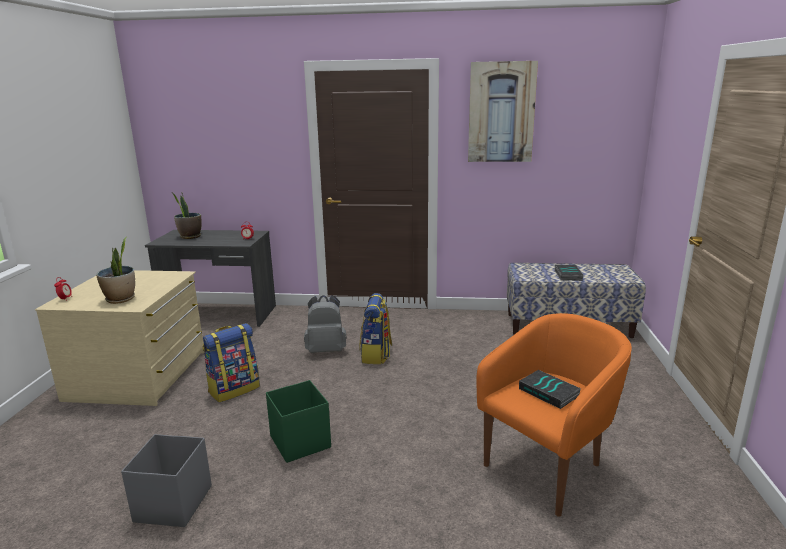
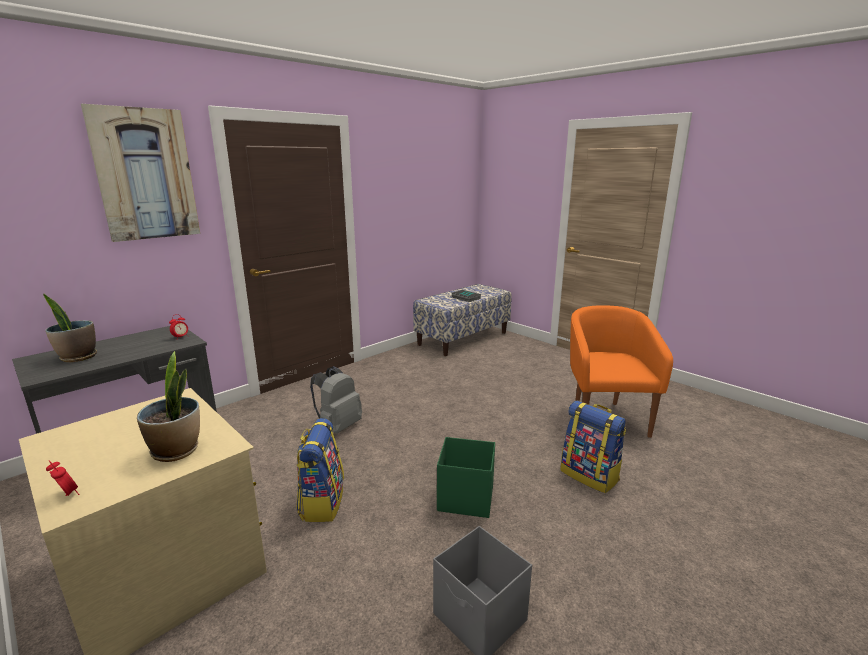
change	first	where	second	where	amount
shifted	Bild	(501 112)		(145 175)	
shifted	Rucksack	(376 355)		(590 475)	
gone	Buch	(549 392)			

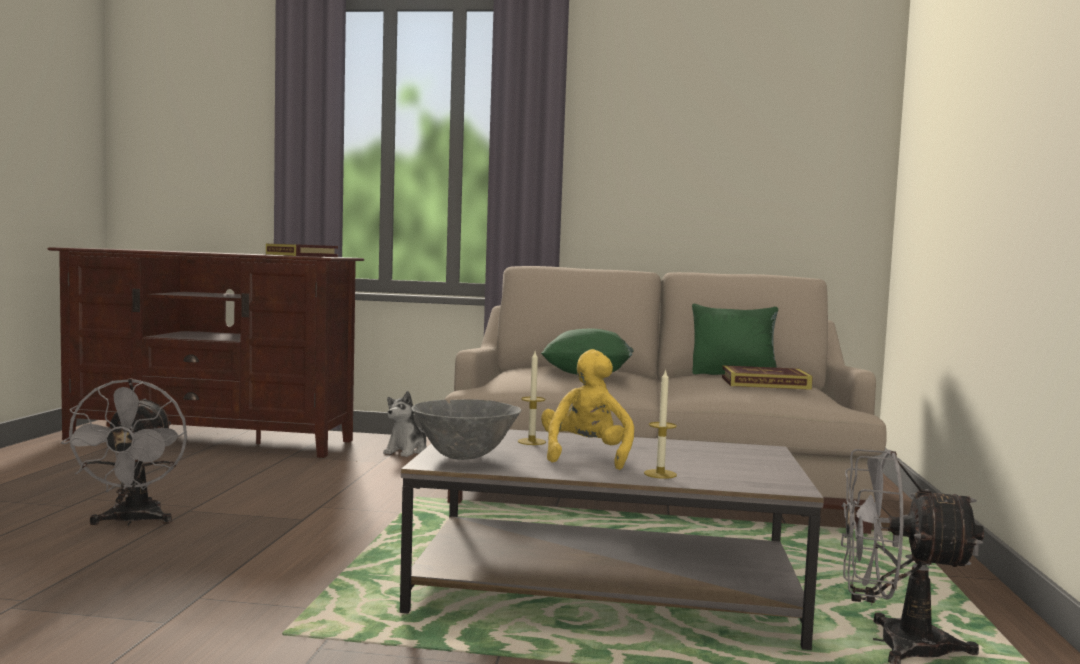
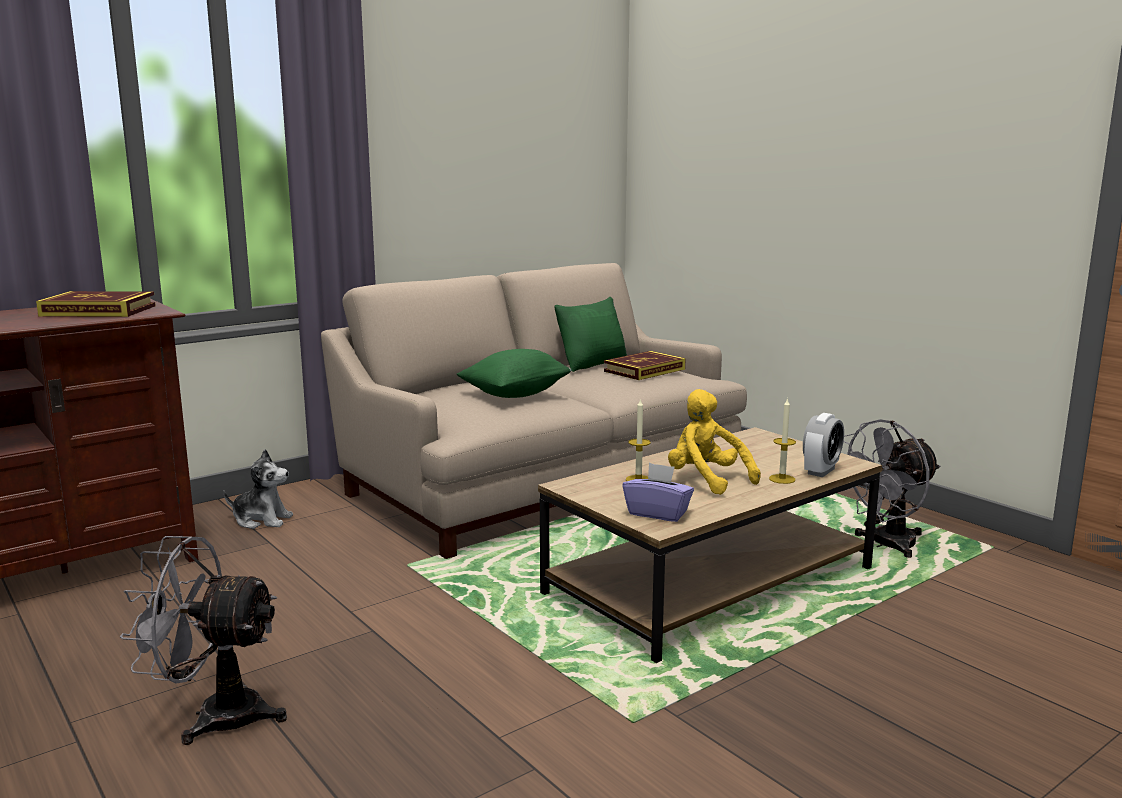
change	first	where	second	where	amount
rotated	Ventilator (grau)	(132 521)		(214 715)	150 degrees clockwise
rotated	Plüschtier	(407 451)		(262 520)	60 degrees counterclockwise
swapped	Schüssel (grau)	(464 458)	Taschentuchbox (lila)	(658 513)	
repainted	Couchtisch (grau)	(608 590)	Couchtisch (braun)	(711 580)	
new			Wecker	(821 471)	

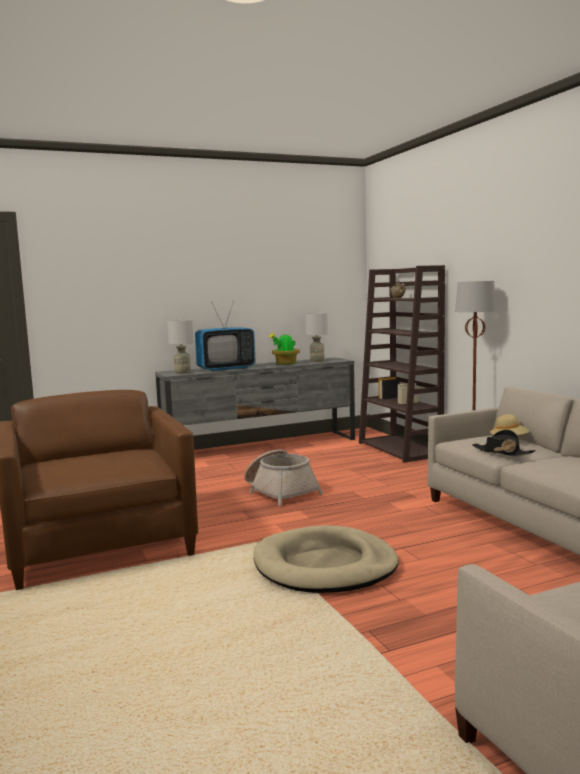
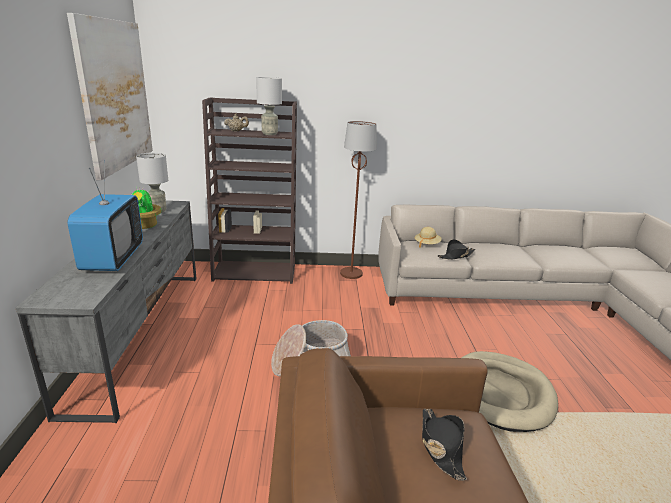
change	first	where	second	where	amount
shifted	Tischlampe (grau)	(182 372)		(269 134)	
new			Bild	(115 95)	
new			Hut (schwarz)	(440 446)	

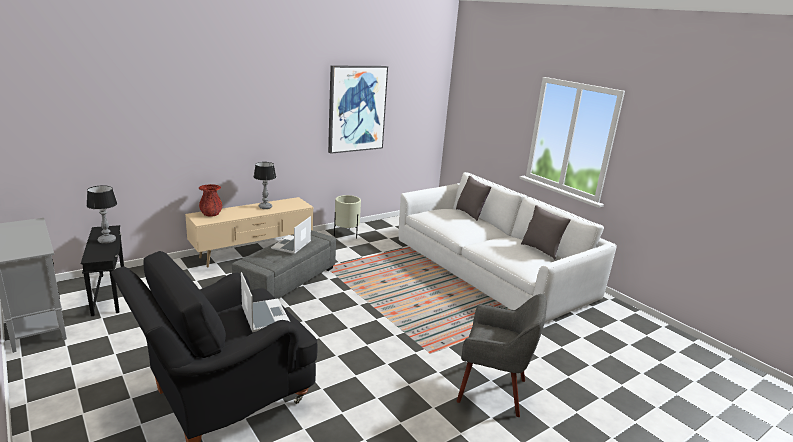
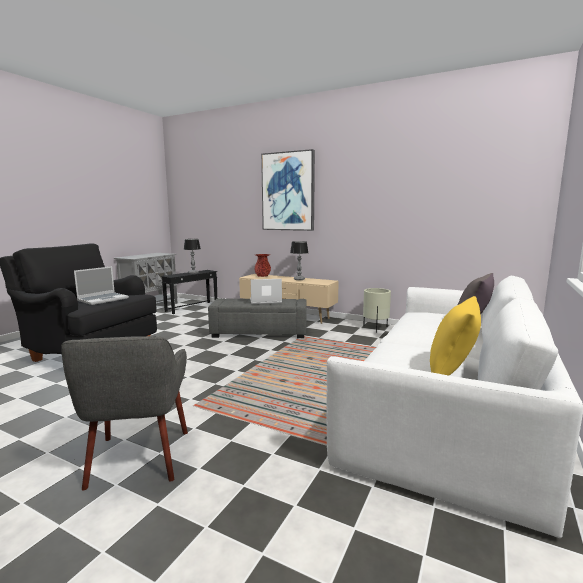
change	first	where	second	where	amount
shifted	Bild	(356 108)		(288 191)	
repainted	Kissen (grau)	(541 250)	Kissen (gelb)	(452 372)	

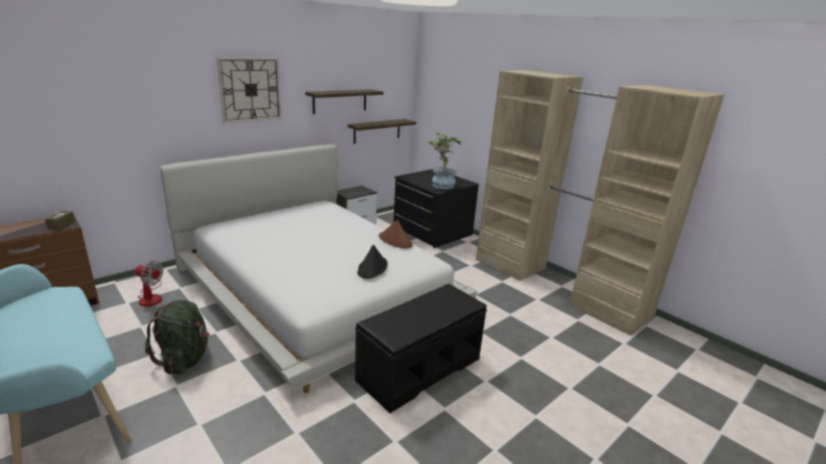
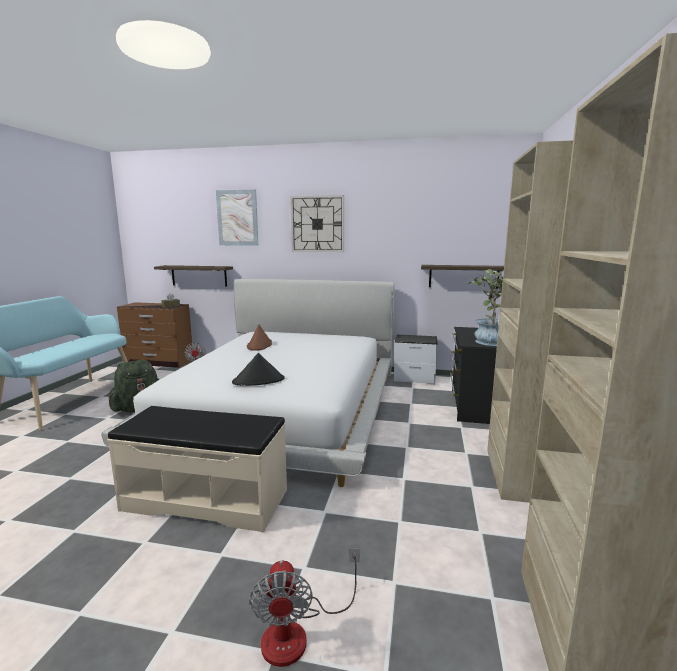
change	first	where	second	where	amount
shifted	Wandregal	(340 101)		(199 275)	
shifted	Hut (braun)	(395 241)		(259 345)	
repainted	Bank (schwarz)	(419 369)	Bank (beige)	(206 499)	
new			Bild	(237 218)	
new			Ventilator	(298 632)	

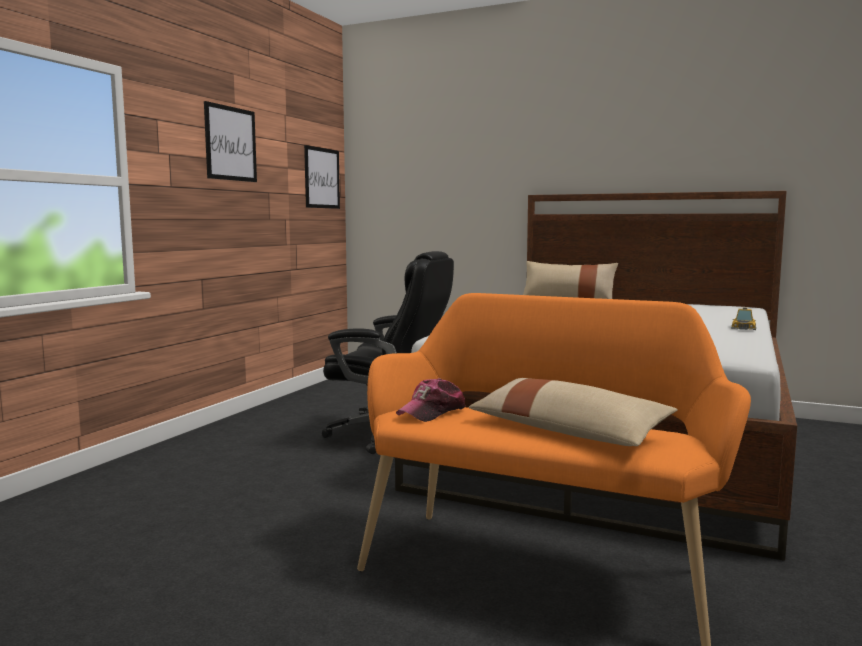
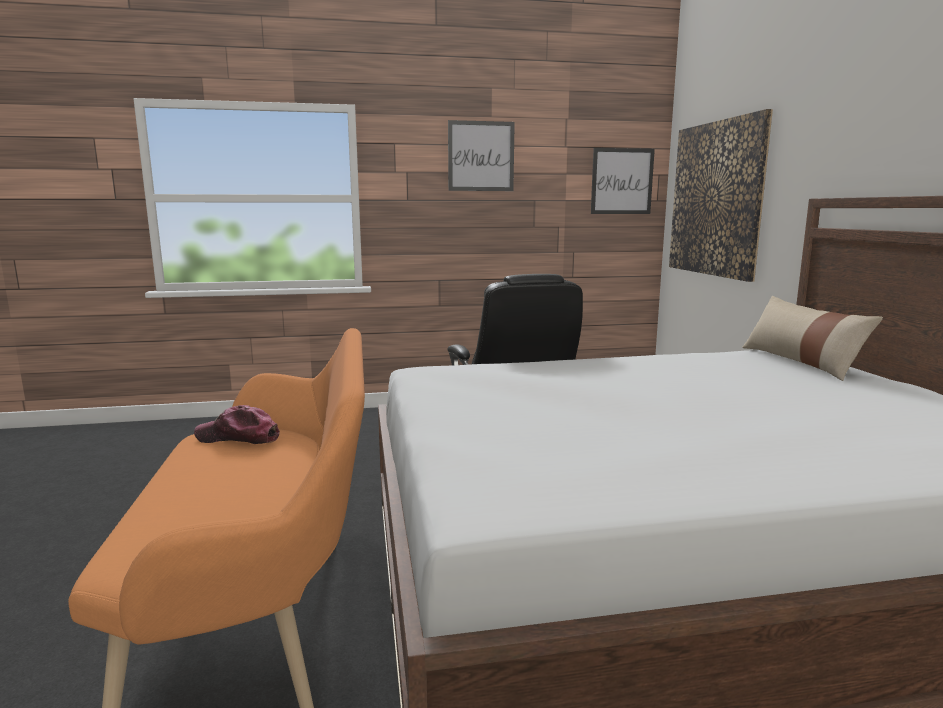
change	first	where	second	where	amount
gone	Spielzeugauto	(743 327)			
gone	Kissen (beige)	(568 430)			
new			Bild	(716 199)	

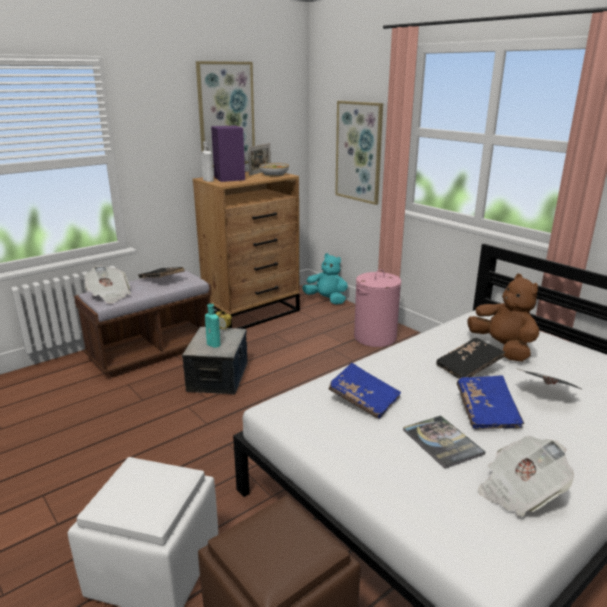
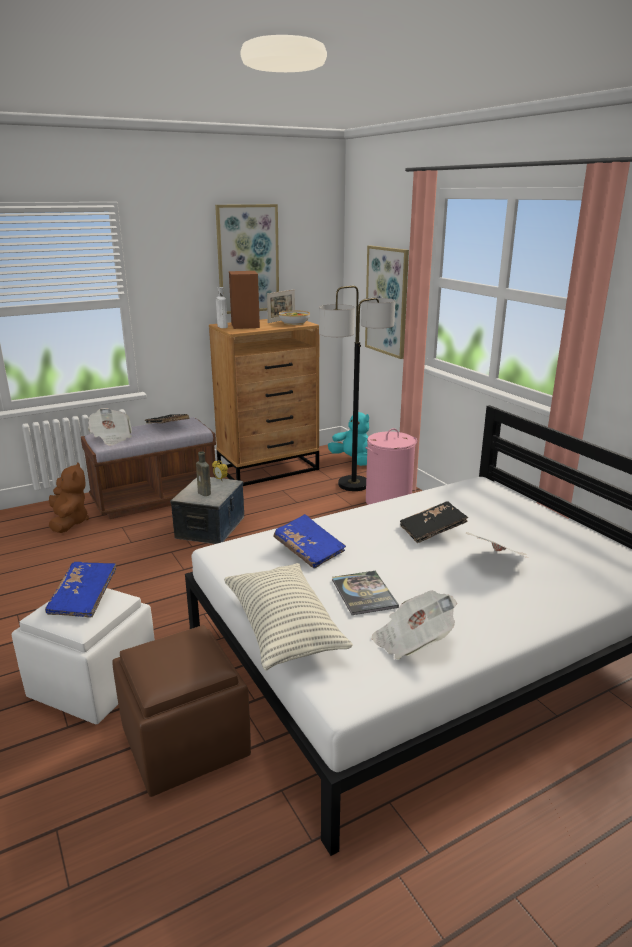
change	first	where	second	where	amount
repainted	Lautsprecher (lila)	(229 178)	Lautsprecher (braun)	(245 325)	
shifted	Plüschtier (braun)	(502 348)		(69 522)	
repainted	Flasche (türkis)	(214 344)	Flasche (braun)	(205 493)	
shifted	Buch (blau)	(487 412)		(84 599)	
new			Stehlampe	(354 484)	
new			Kissen	(283 629)	

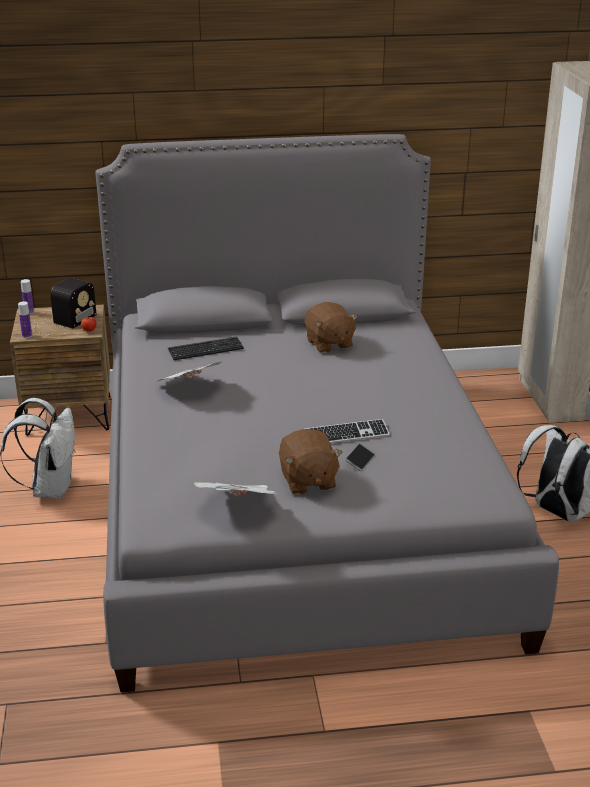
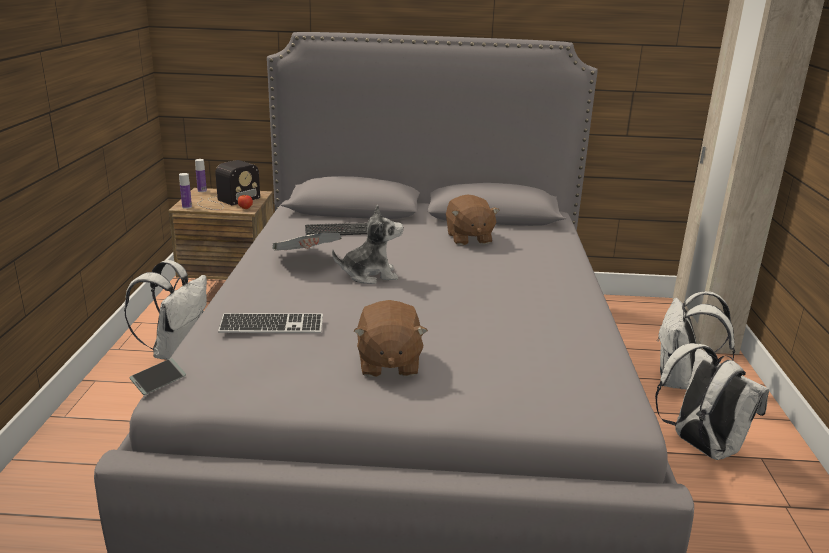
change	first	where	second	where	amount
shifted	Tastatur	(346 434)		(271 326)	
shifted	Handy	(360 460)		(158 381)	
gone	Zeitung	(239 506)			
new			Plüschtier	(370 275)	
new			Rucksack (weiß)	(680 382)	

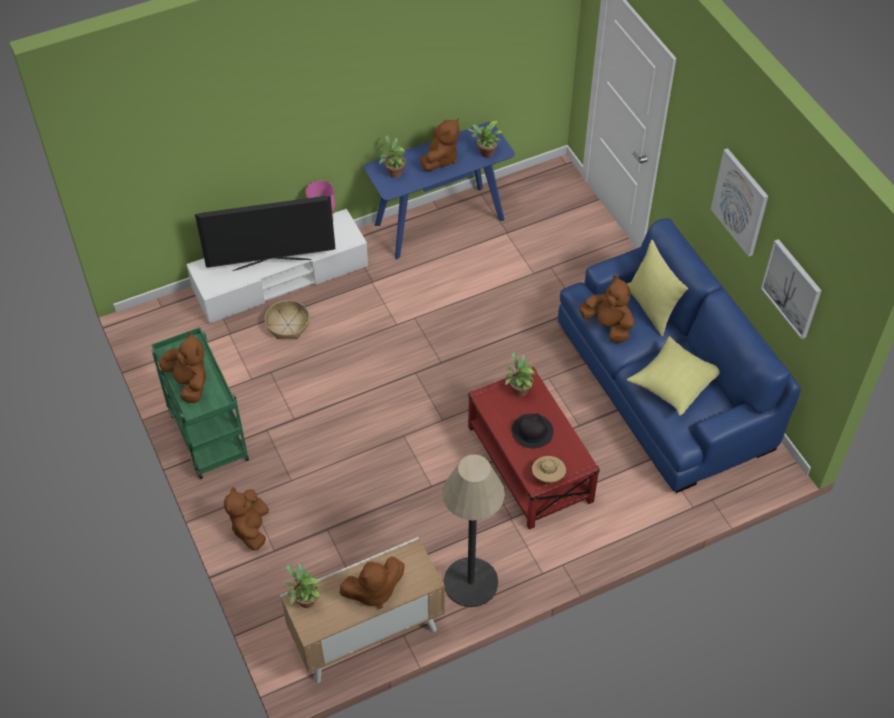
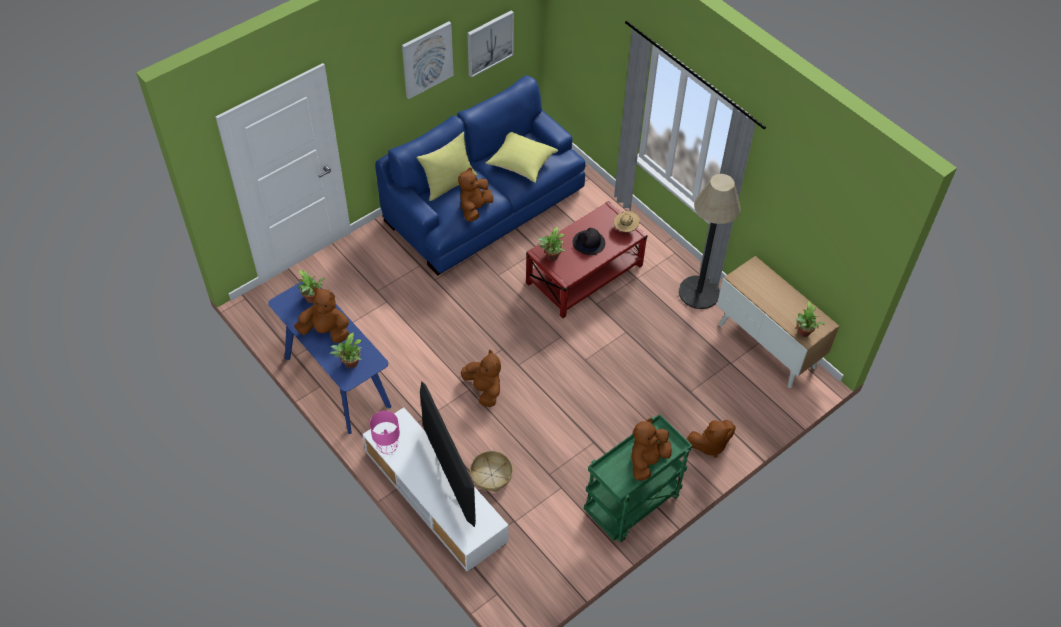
change	first	where	second	where	amount
shifted	Plüschtier (braun)	(373 591)		(484 389)	

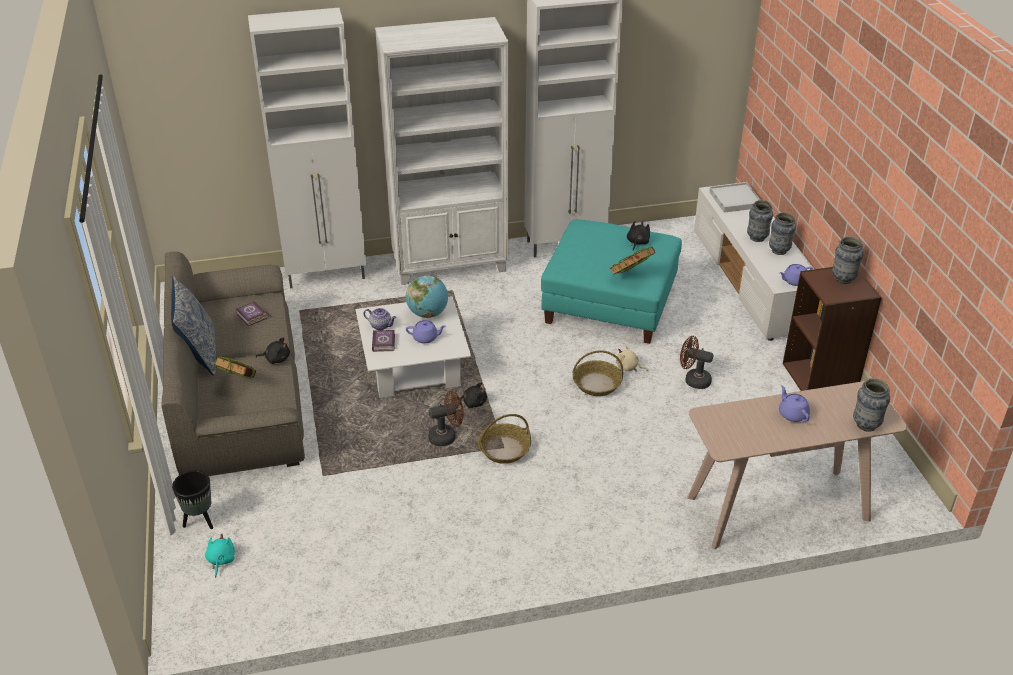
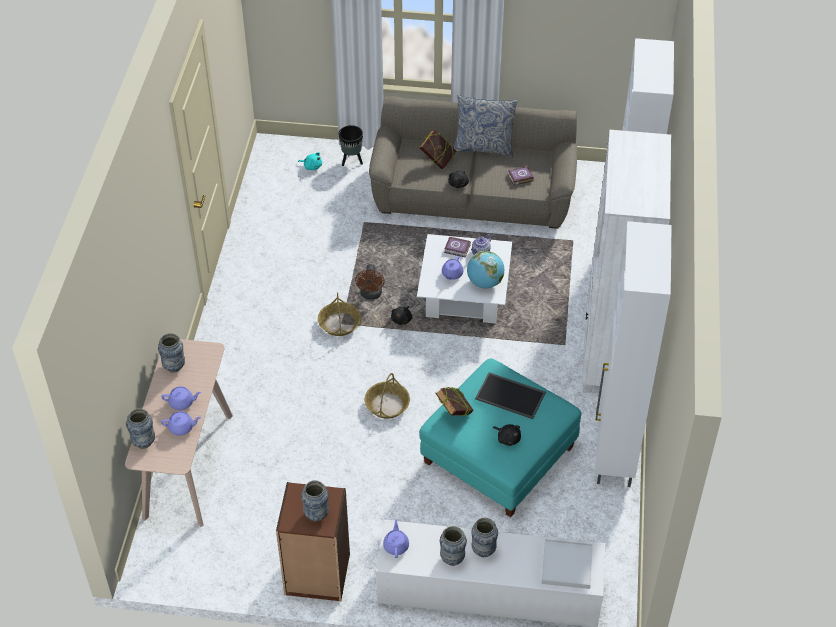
change	first	where	second	where	amount
gone	Ventilator (braun)	(693 380)			
gone	Plüschtier (beige)	(628 367)			
new			Vase	(174 367)	
new			Tablett	(511 395)	
new			Teekanne (lila)	(182 428)	

